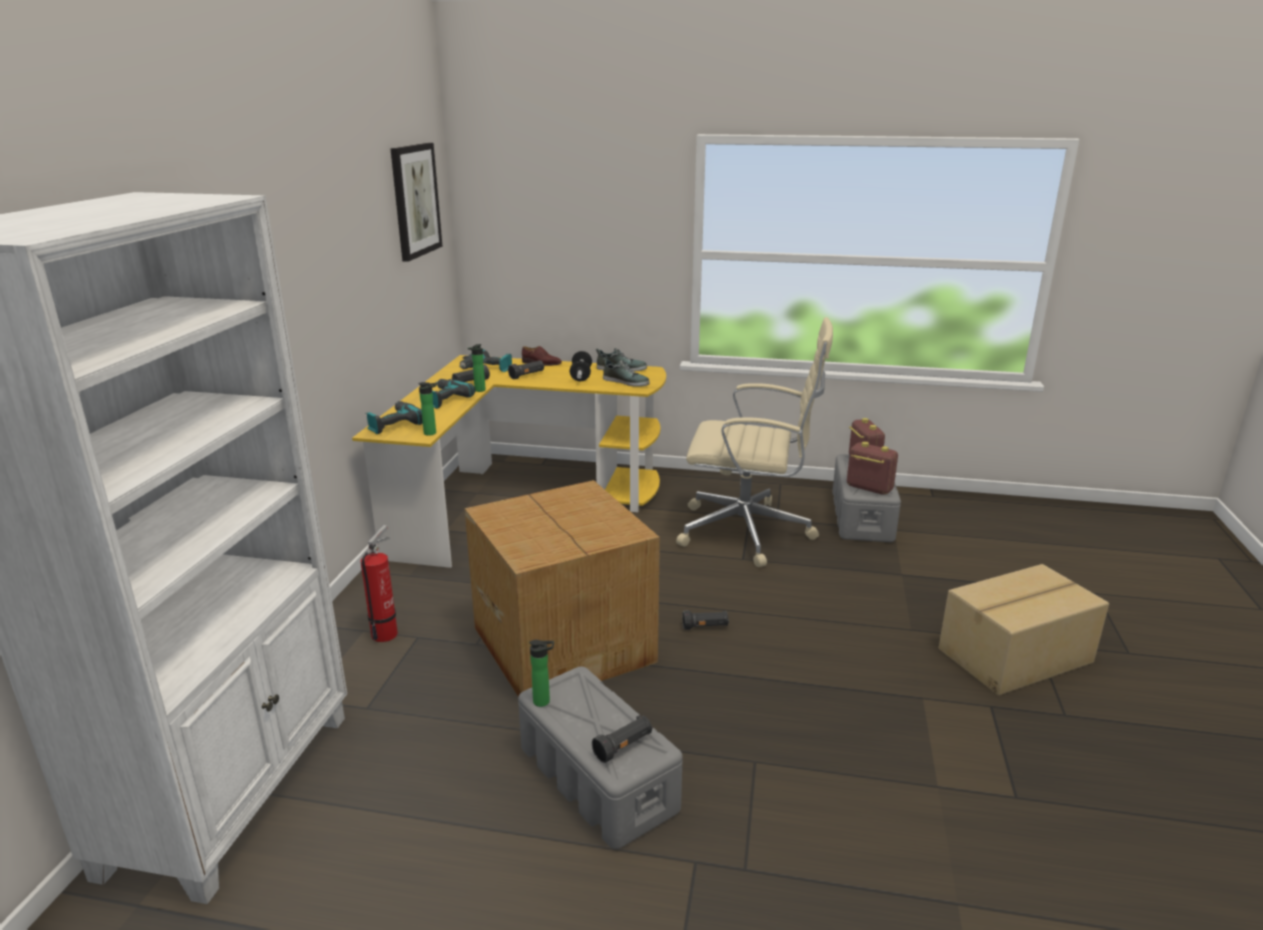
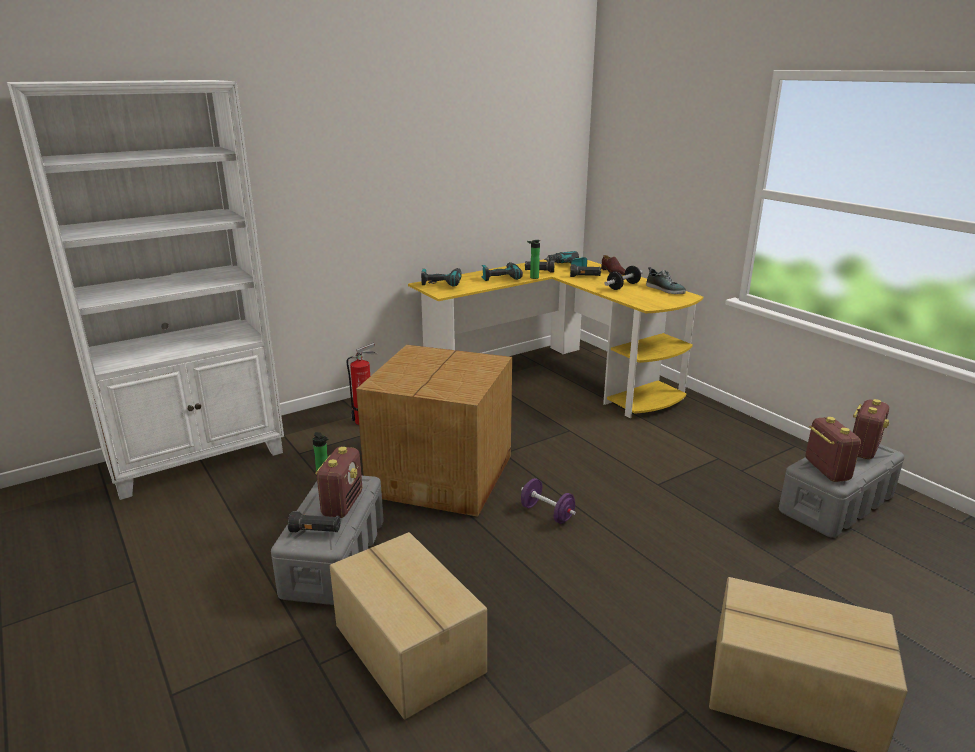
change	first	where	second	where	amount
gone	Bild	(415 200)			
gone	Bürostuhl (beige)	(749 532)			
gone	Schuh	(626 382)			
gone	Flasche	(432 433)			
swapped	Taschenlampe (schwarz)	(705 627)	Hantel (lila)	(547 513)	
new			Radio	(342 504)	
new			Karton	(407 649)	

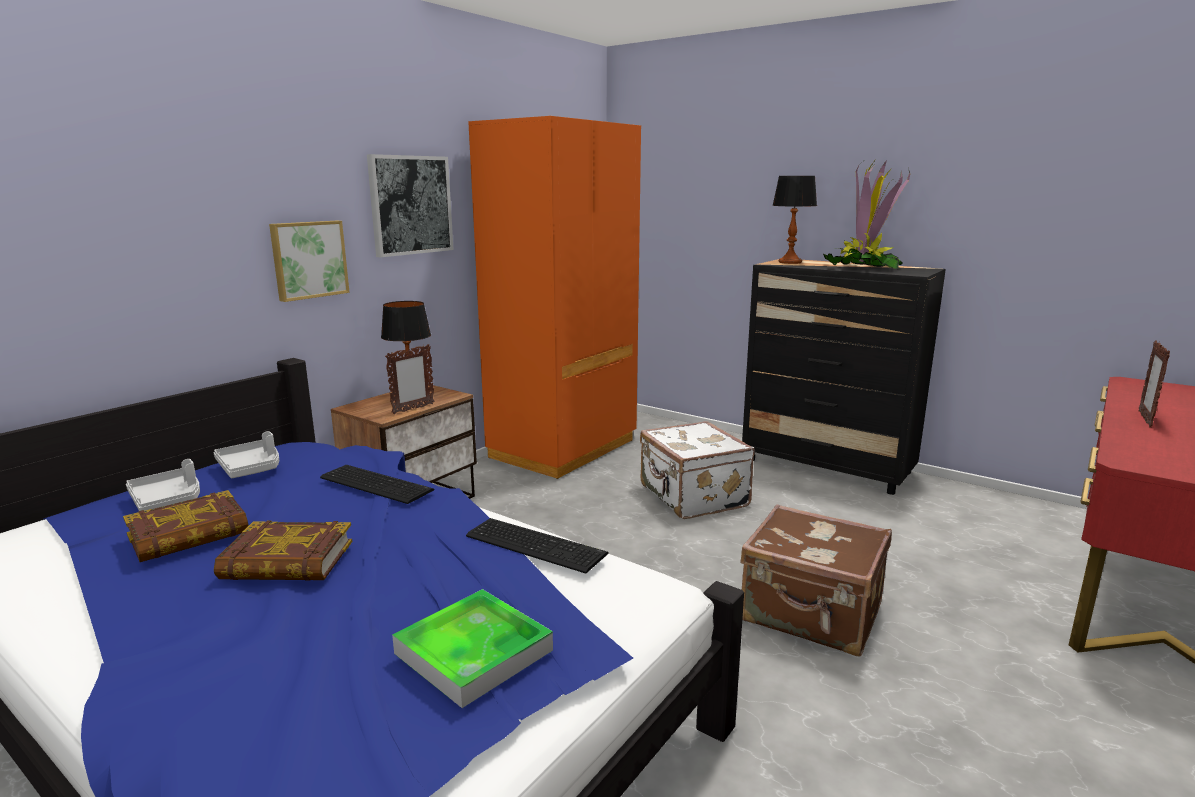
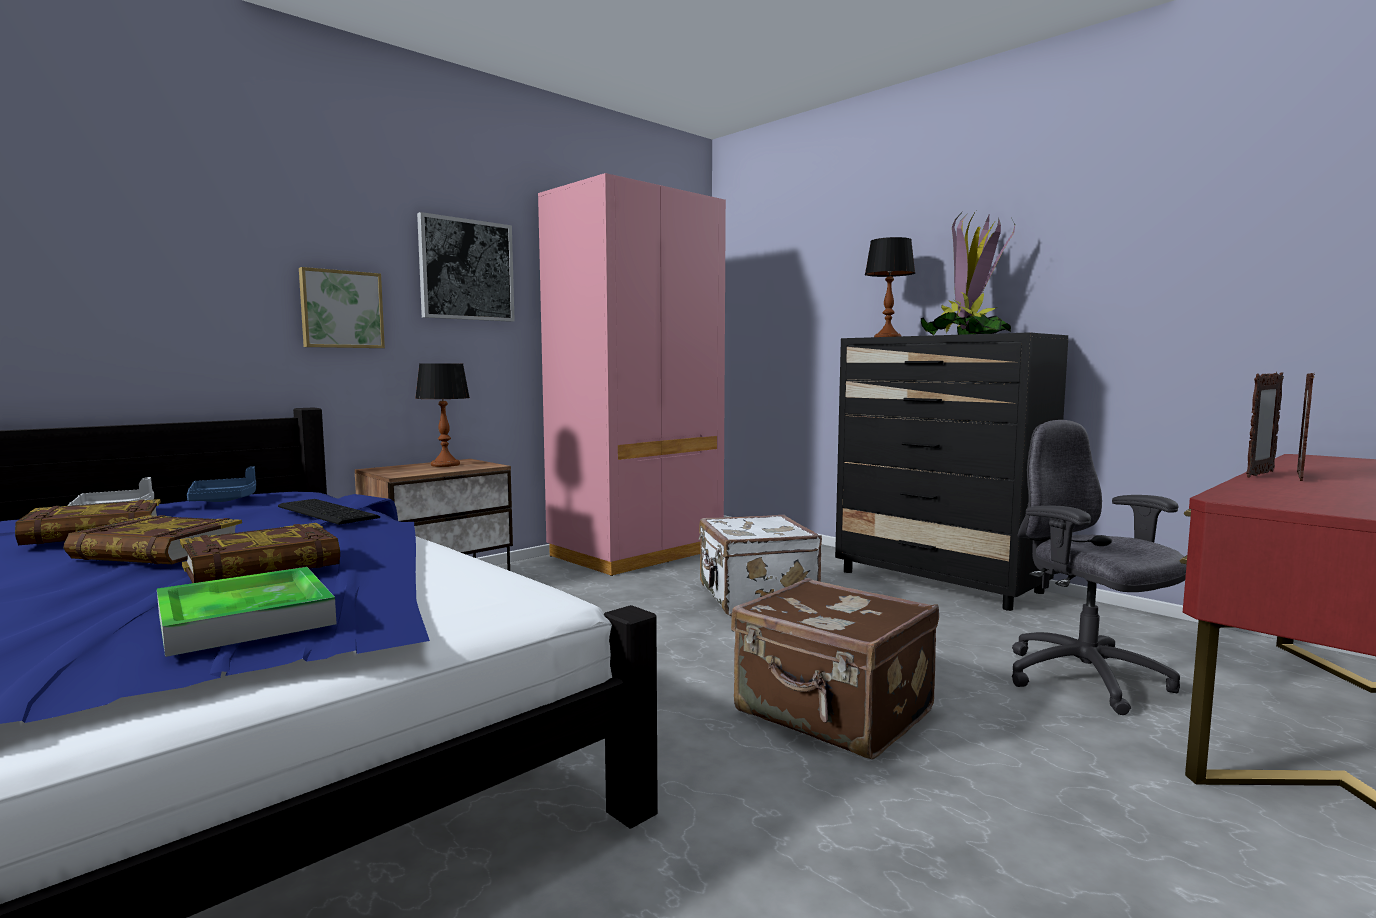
change	first	where	second	where	amount
repainted	Kleiderschrank (orange)	(563 449)	Kleiderschrank (rosa)	(636 553)	
shifted	Bilderrahmen	(413 409)		(1259 474)	
repainted	Tablett (grau)	(251 468)	Tablett (blau)	(224 500)	
gone	Tastatur	(535 543)			
new			Bürostuhl (grau)	(1086 680)	
new			Buch	(262 566)	

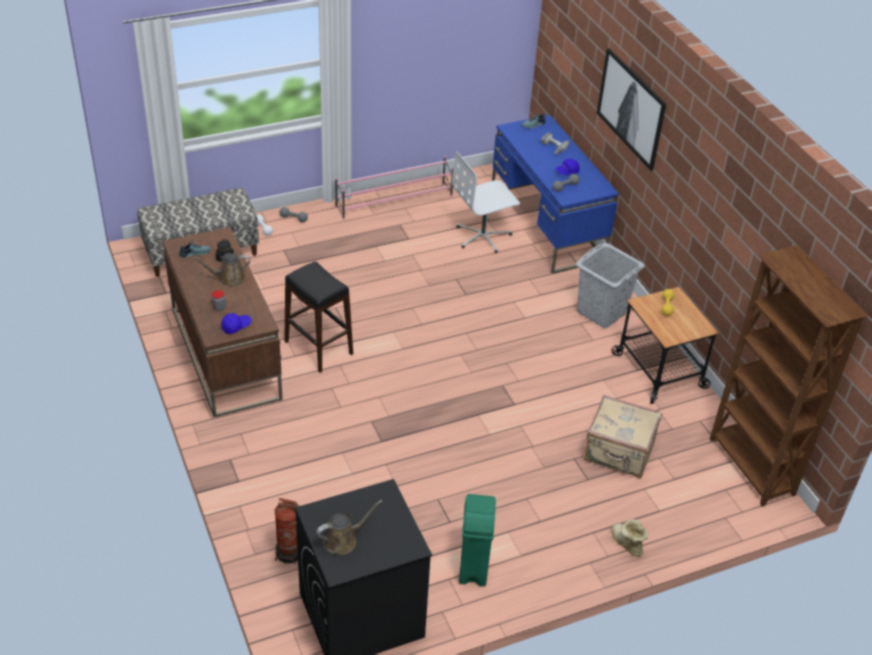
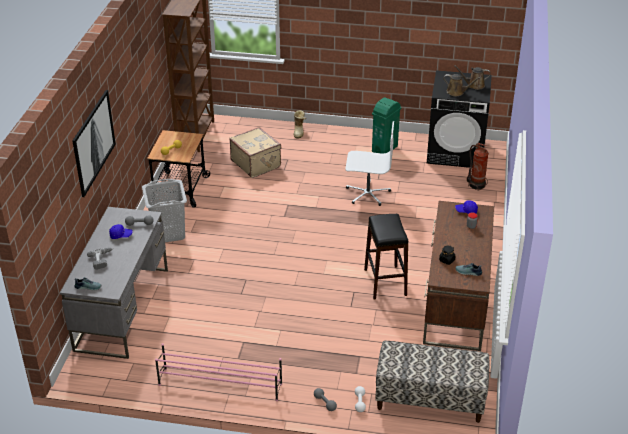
change	first	where	second	where	amount
repainted	Schreibtisch (blau)	(546 226)	Schreibtisch (grau)	(122 308)	
shifted	Bürostuhl (weiß)	(483 236)		(367 193)	
shifted	Gießkanne (braun)	(229 279)		(457 92)	

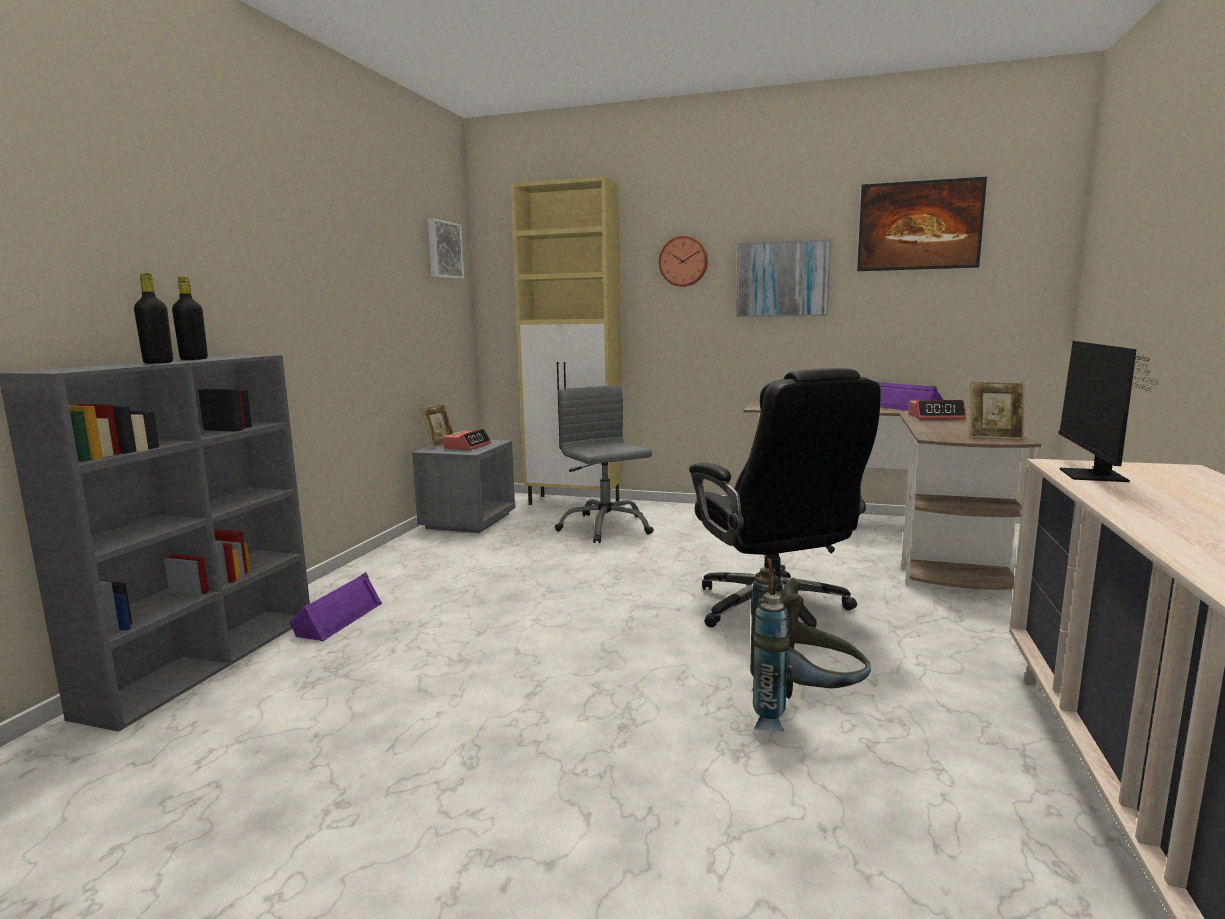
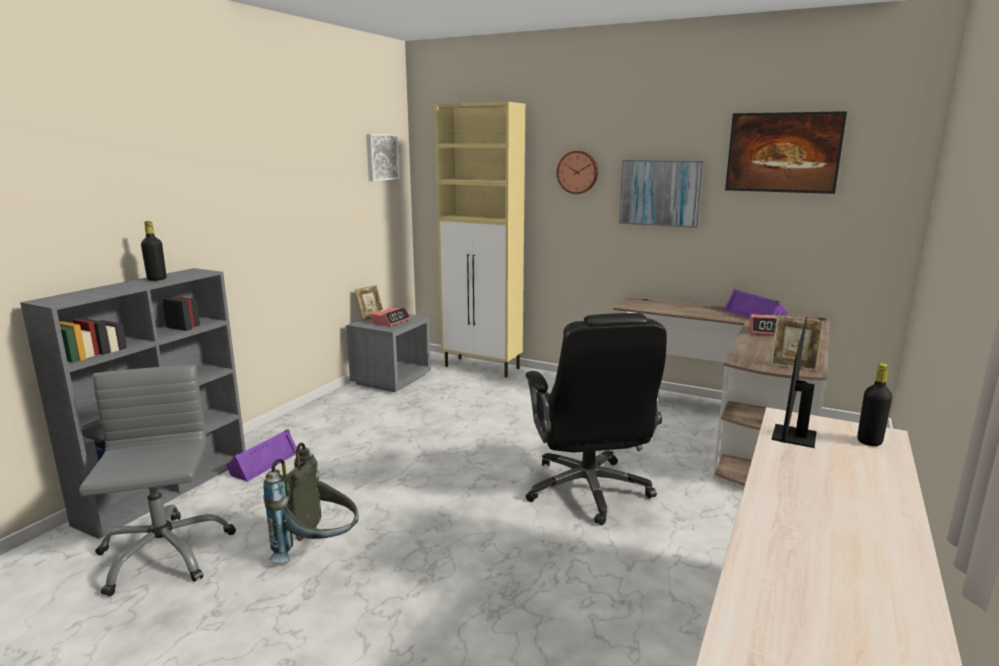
change	first	where	second	where	amount
shifted	Flasche (schwarz)	(158 363)		(869 441)	
shifted	Bürostuhl (grau)	(605 527)		(164 554)	
shifted	Rucksack (grau)	(802 713)		(319 551)	

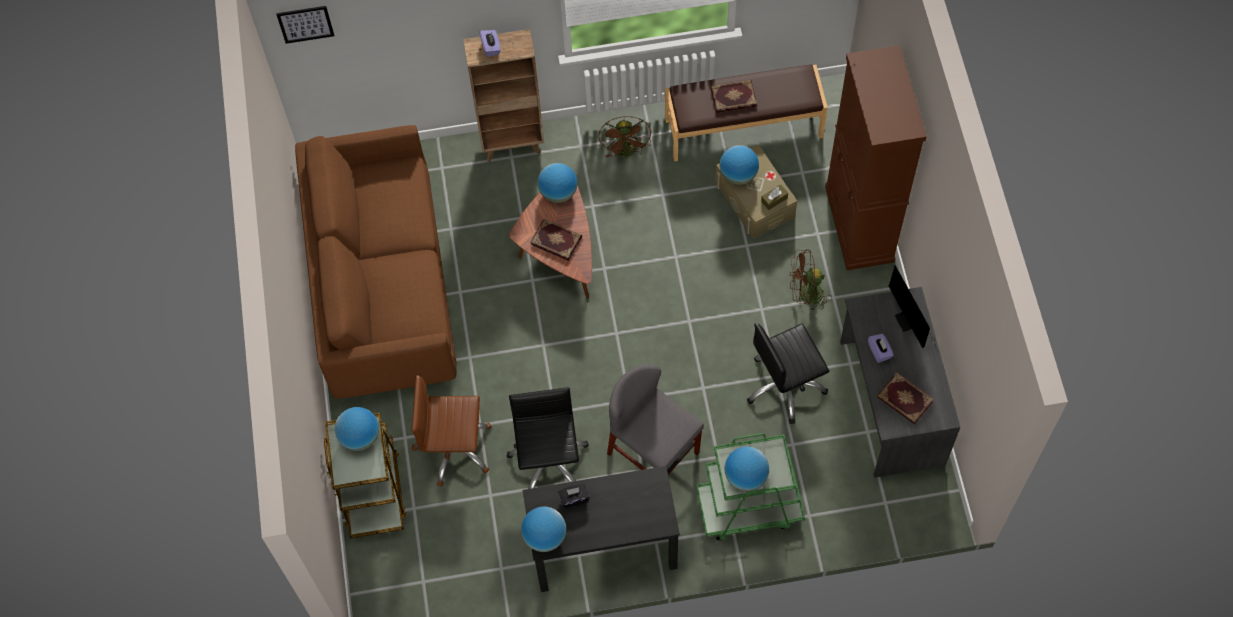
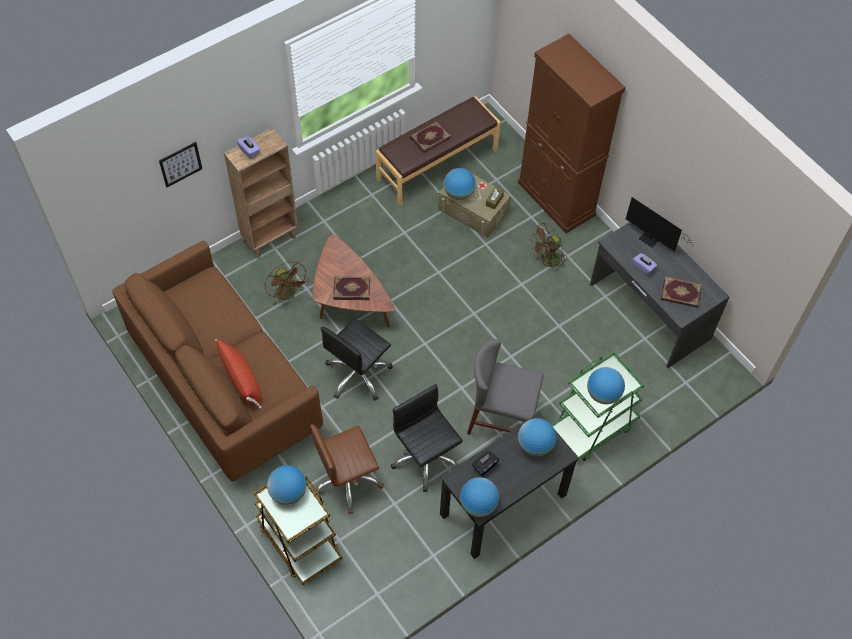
change	first	where	second	where	amount
shifted	Bild	(305 24)		(180 164)	
shifted	Ventilator (braun)	(626 152)		(288 295)	
shifted	Globus	(558 193)		(535 445)	
shifted	Bürostuhl (schwarz)	(785 386)		(358 374)	
new			Kissen (rot)	(242 380)	

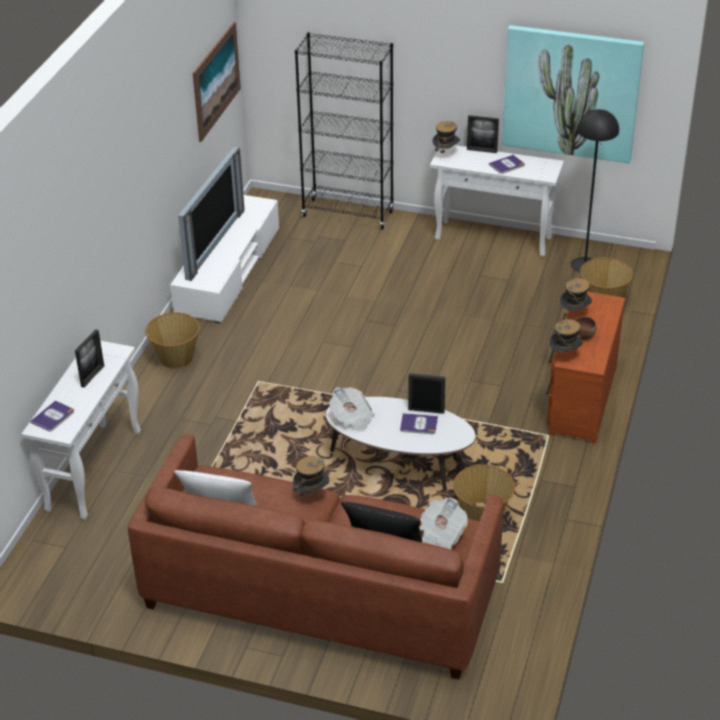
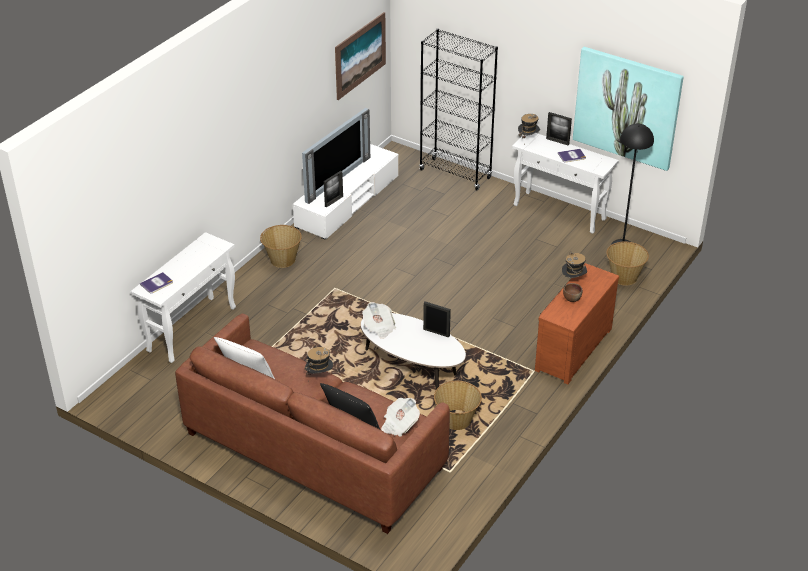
change	first	where	second	where	amount
gone	Hut	(565 356)			
shifted	Bilderrahmen	(92 376)		(334 201)	
gone	Buch	(418 424)			

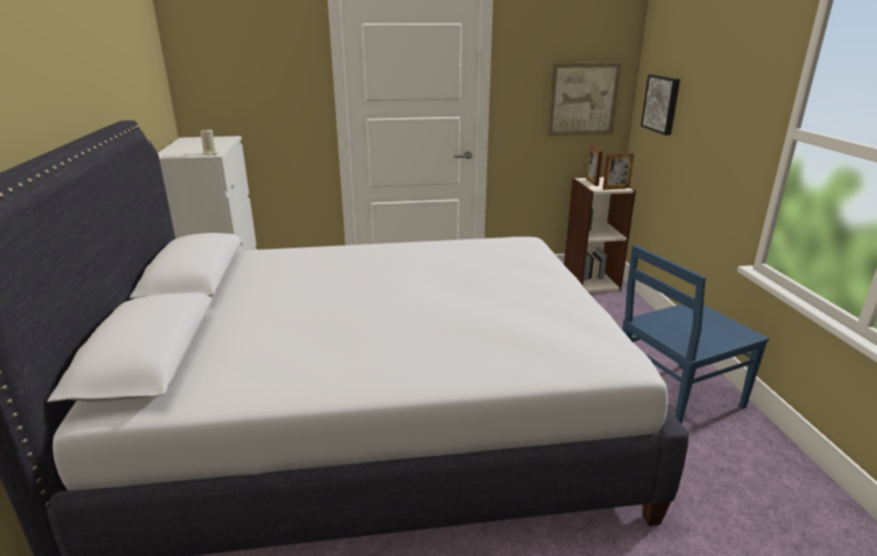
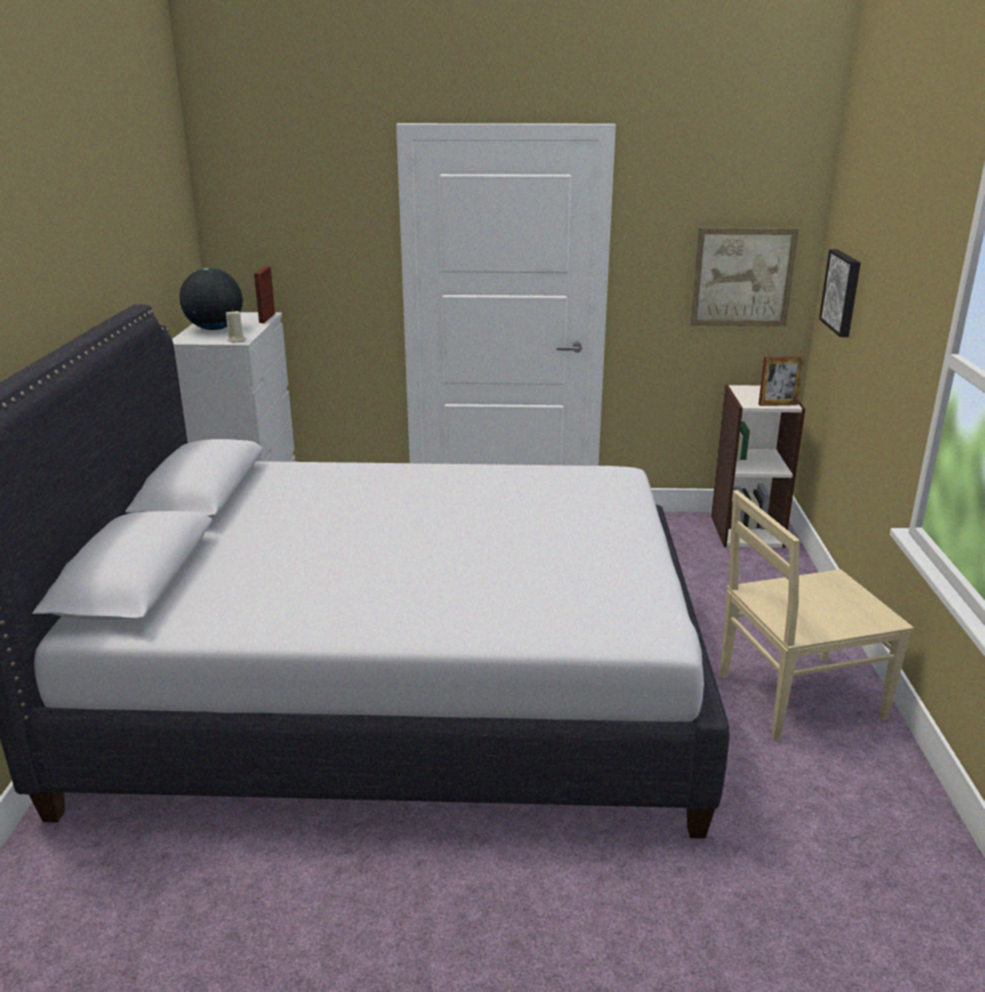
change	first	where	second	where	amount
shifted	Bilderrahmen	(592 182)		(267 318)	
repainted	Stuhl (blau)	(676 397)	Stuhl (beige)	(796 696)	
new			Globus	(214 329)	

